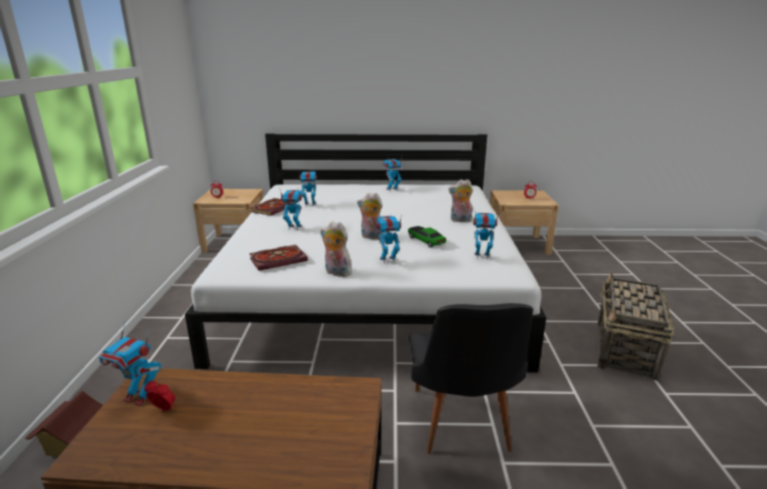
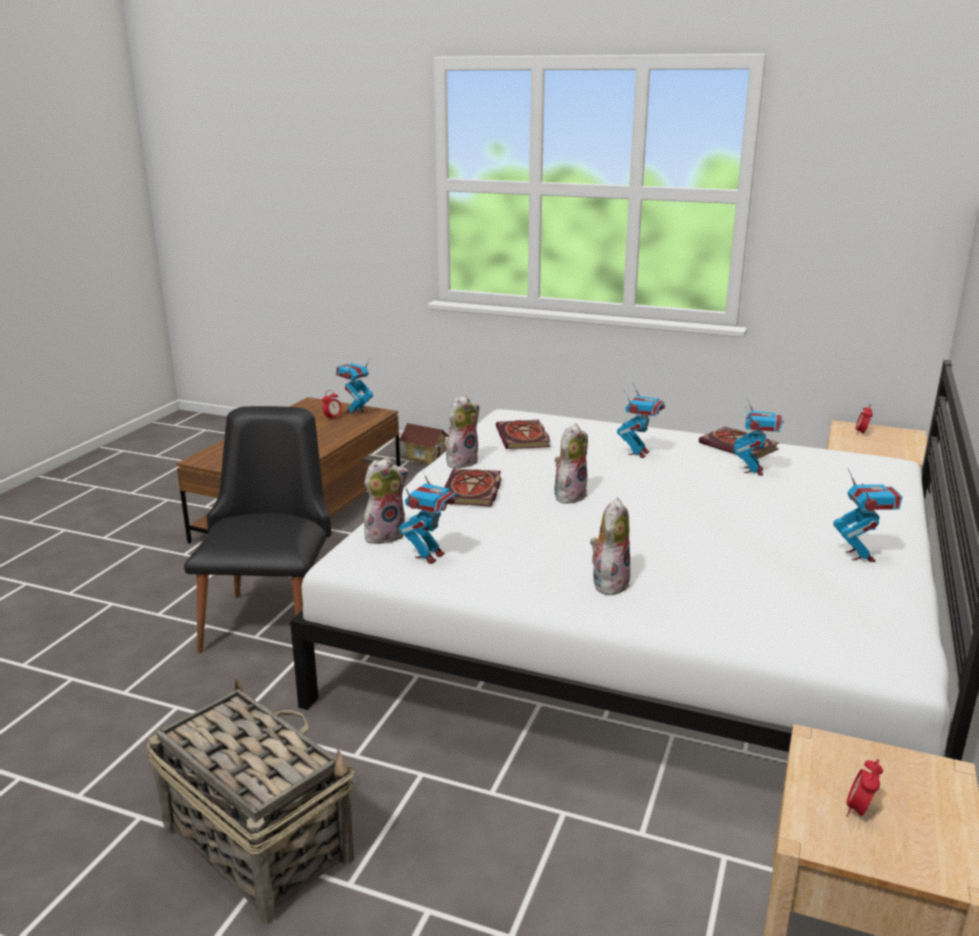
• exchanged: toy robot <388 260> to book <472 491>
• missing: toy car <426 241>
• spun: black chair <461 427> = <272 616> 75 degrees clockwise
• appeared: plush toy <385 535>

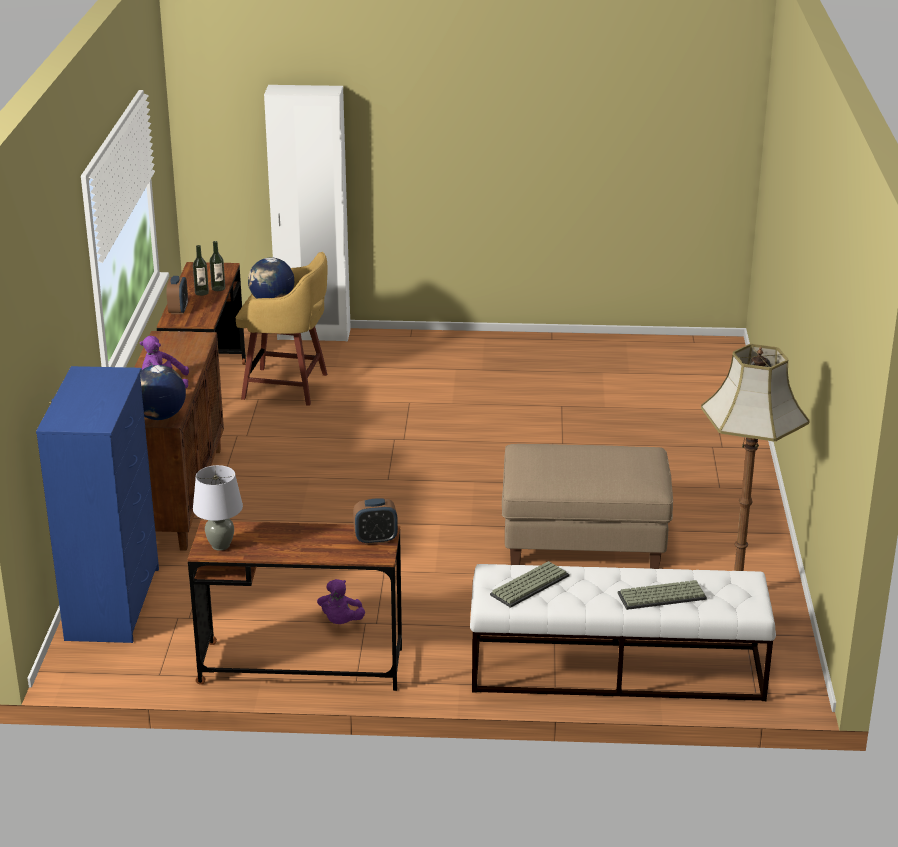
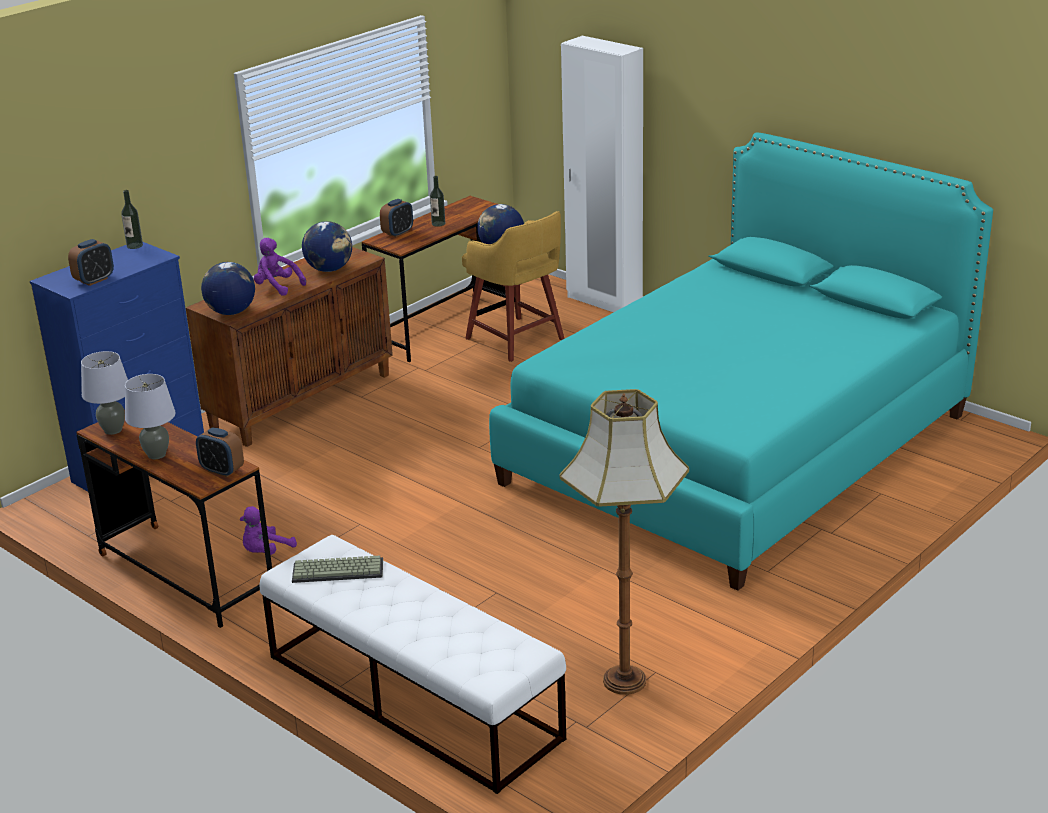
• relocated: bottle <218 288> to <134 246>
• missing: beige ottoman <584 541>
• missing: keyboard <661 597>
• appeared: turquoise bed <738 448>
• appeared: globe <329 269>
• appeared: alarm clock <94 280>
• appeared: grey table lamp <157 454>

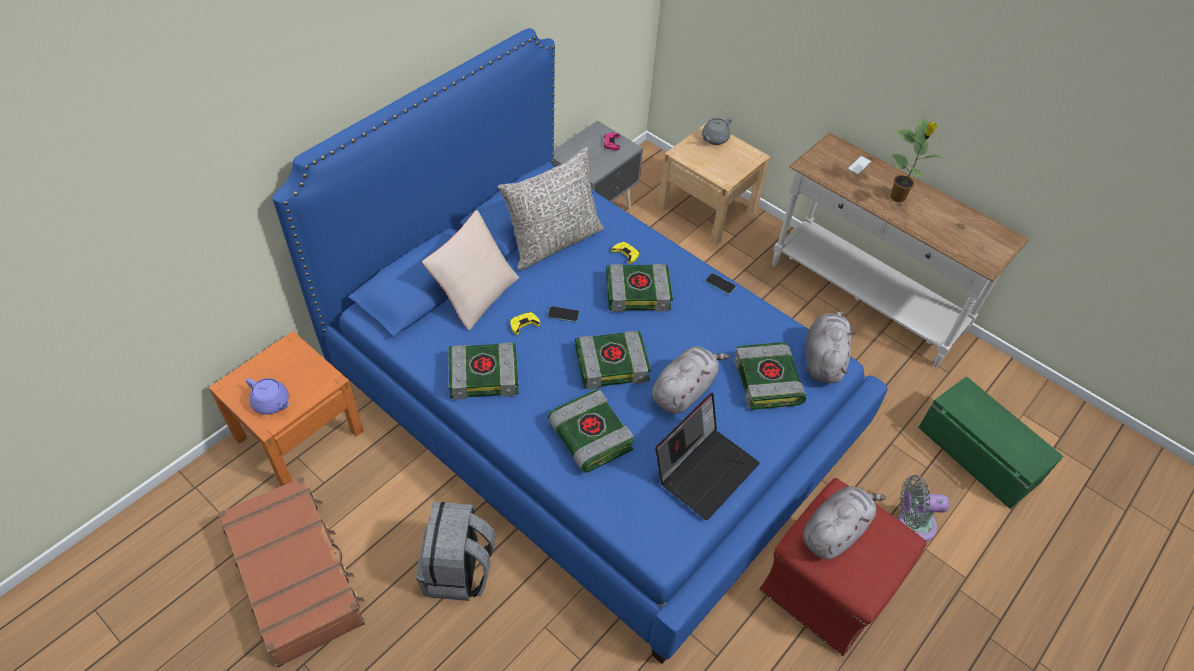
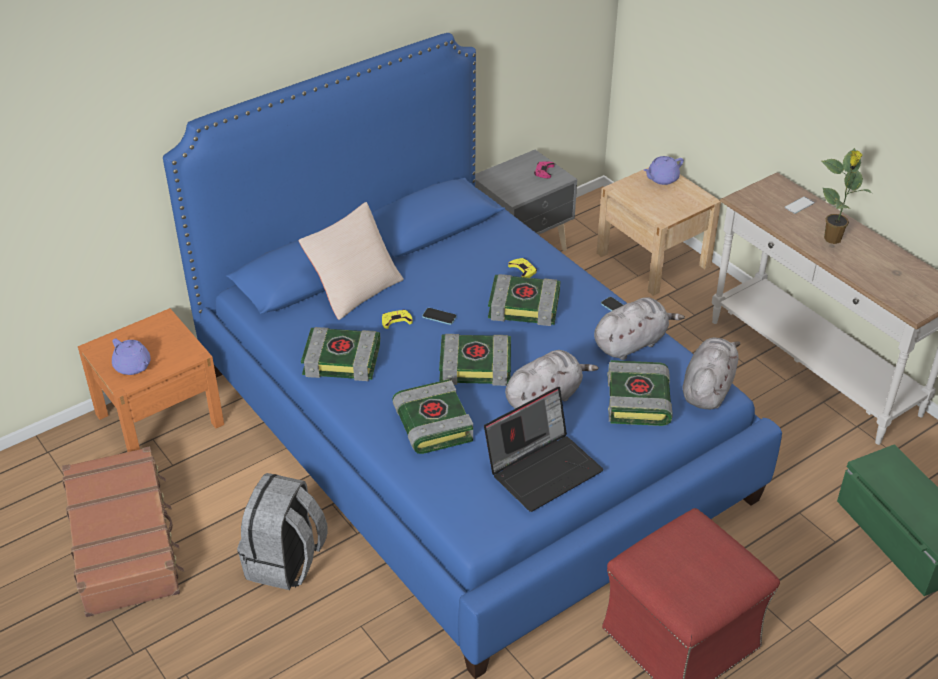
• colour: grey teapot <714 139> to purple teapot <662 179>
• missing: grey pillow <553 241>
• missing: grey fan <912 524>
• relocated: grey plush toy <835 531> to <632 343>

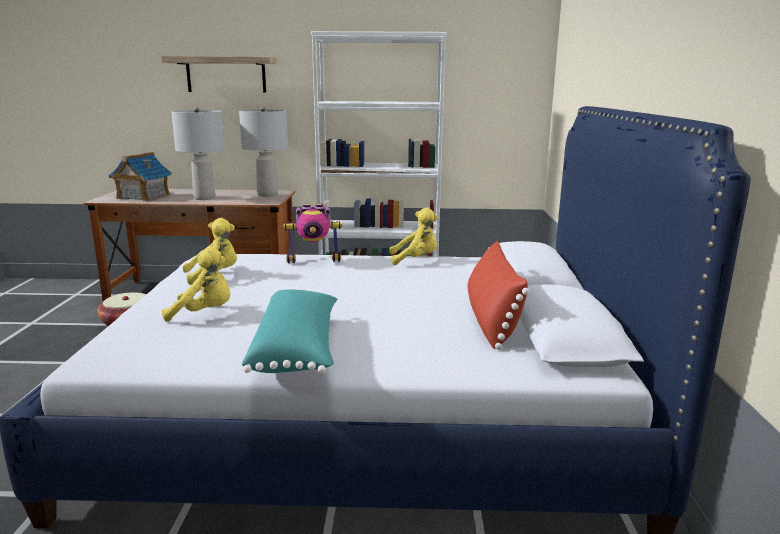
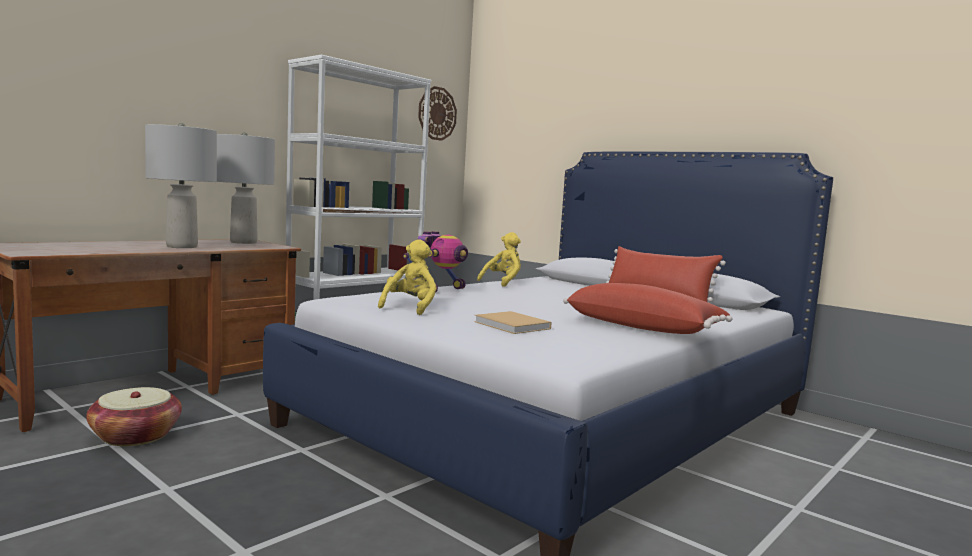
• missing: shelf <226 74>
• missing: toy house <143 196>
• exchanged: yellow plush toy <204 313> to beige book <513 326>
• colour: turquoise pillow <298 349> to red pillow <643 327>
• appeared: wall clock <437 113>

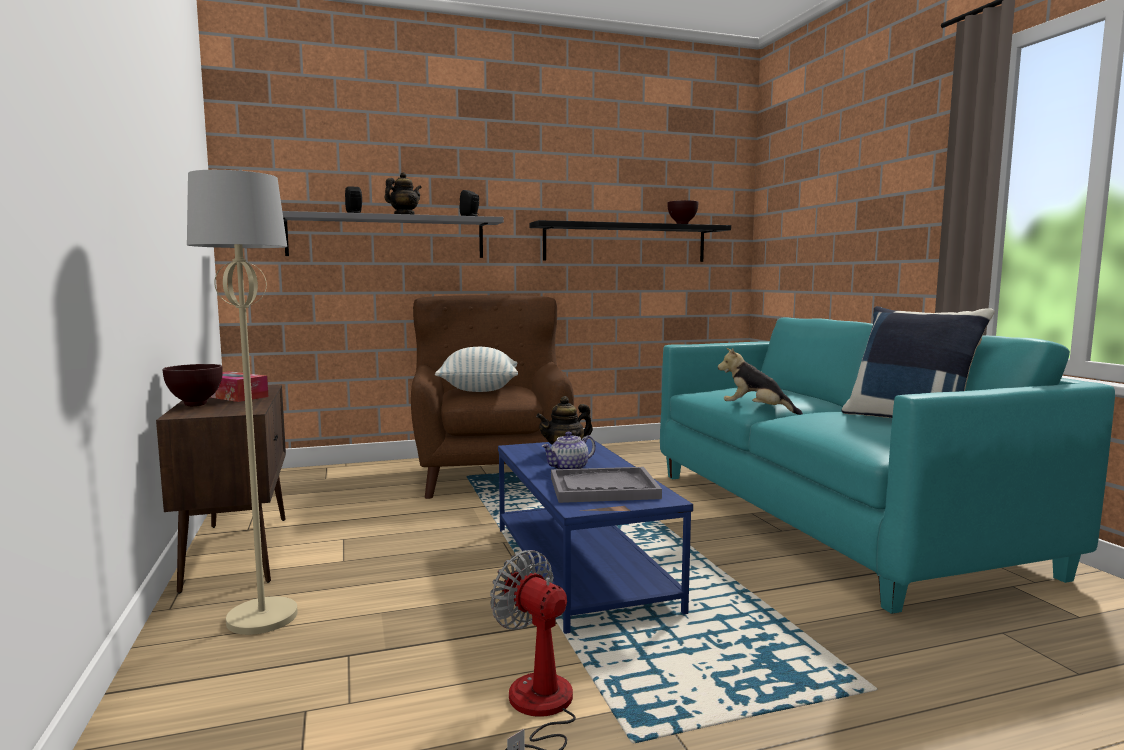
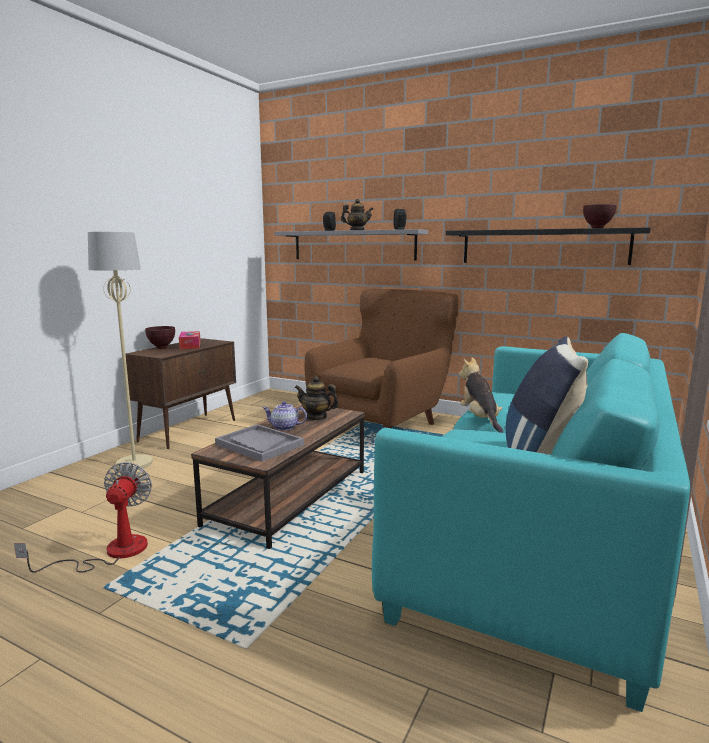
• missing: pillow <479 390>
• colour: blue coffee table <582 567> to brown coffee table <290 498>

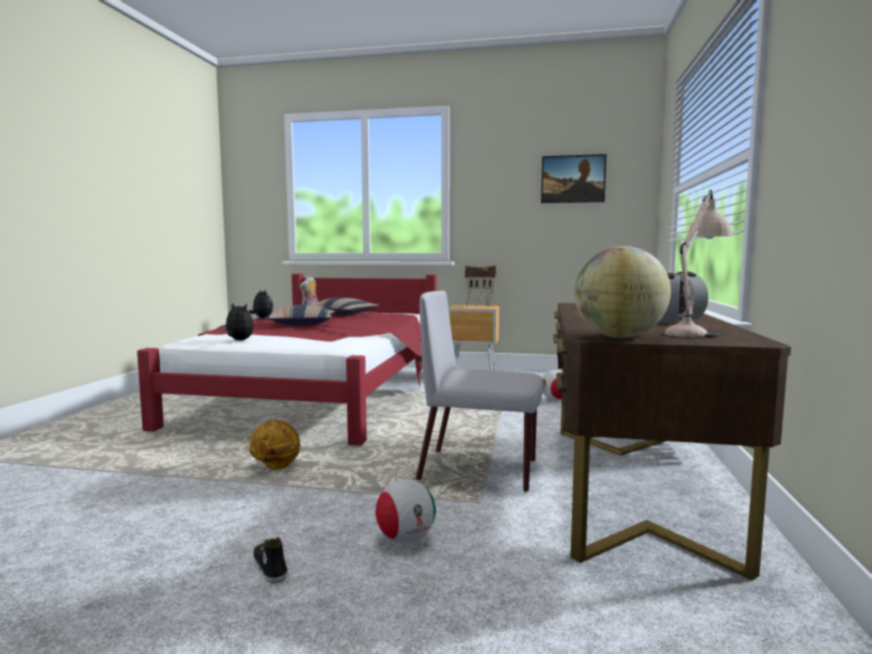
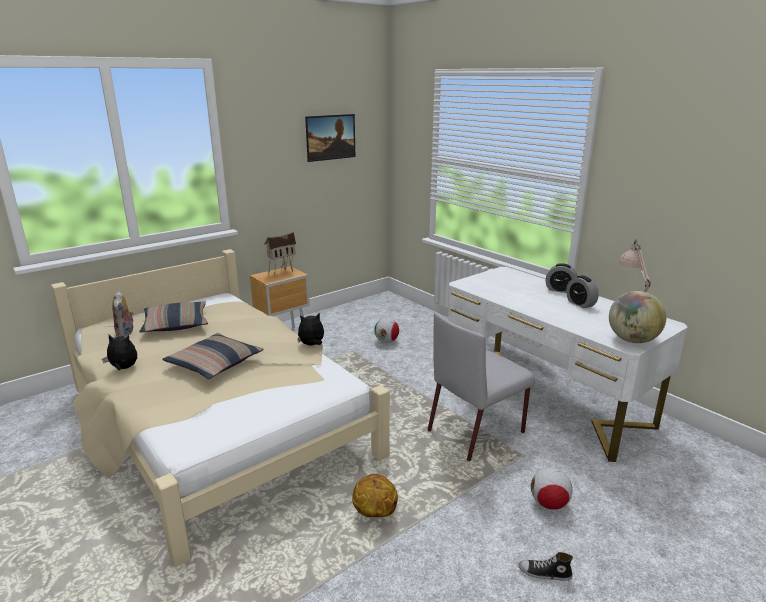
• colour: red bed <319 397> to beige bed <217 424>
• relocated: plush toy <238 340> to <312 345>
• colour: brown desk <630 484> to white desk <544 398>

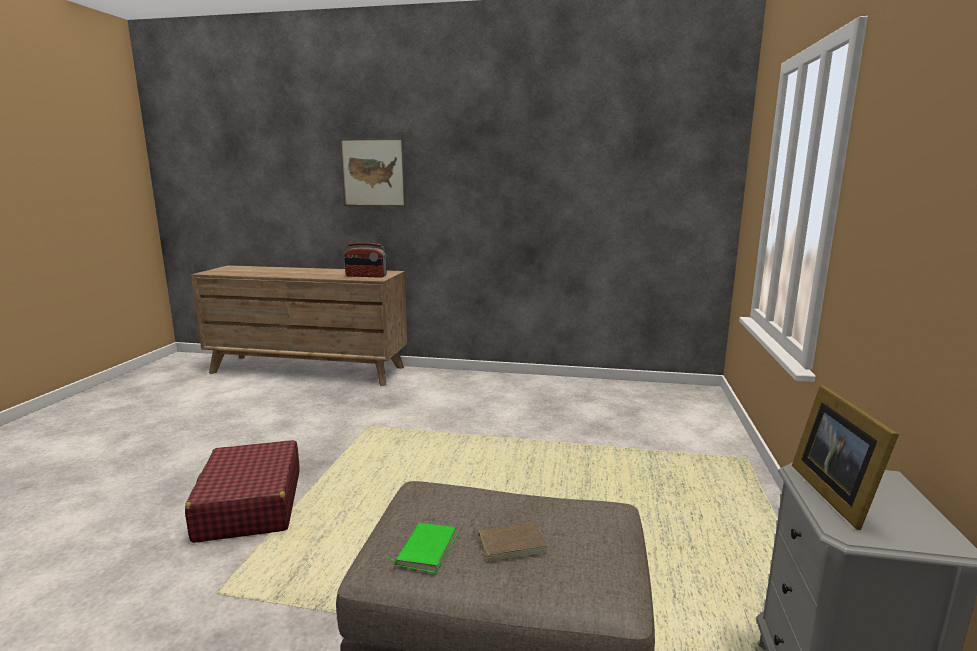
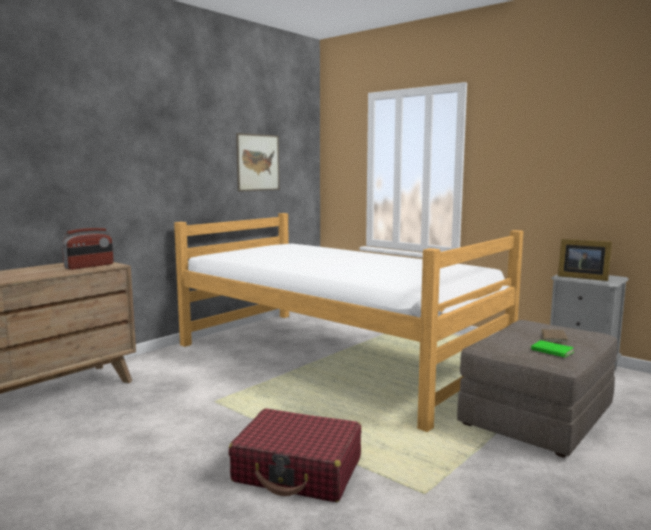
• relocated: picture <373 172> to <258 162>
• appeared: bed <335 357>

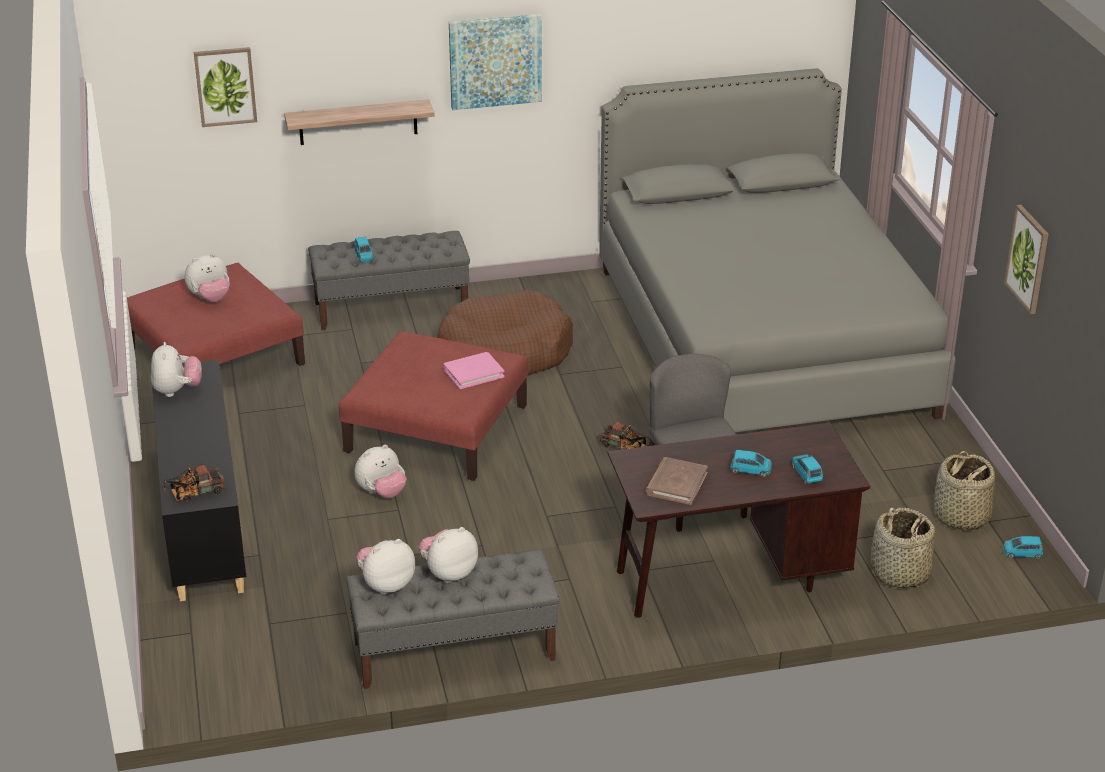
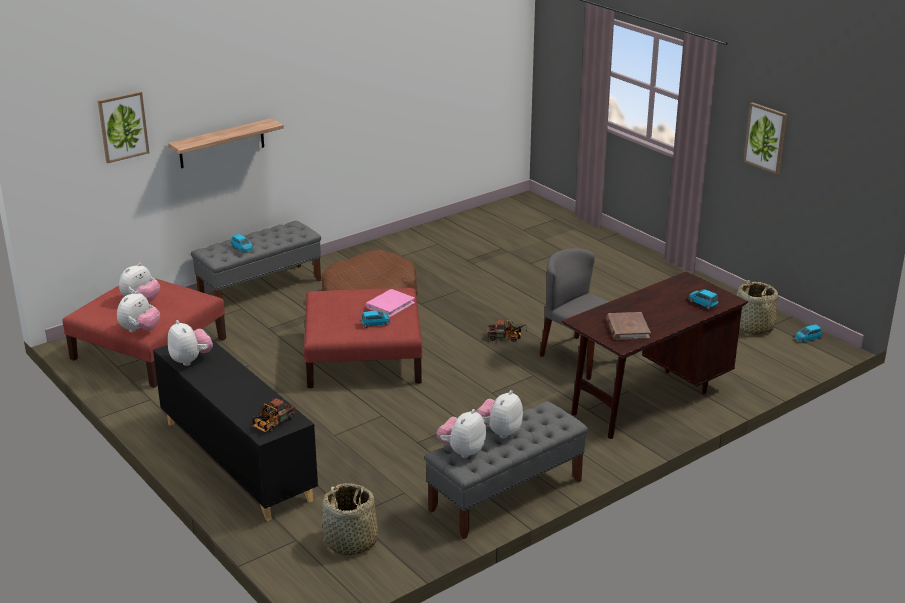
• missing: picture <495 61>
• missing: grey bed <761 340>
• relocated: plush toy <382 493> to <140 330>
• relocated: blue toy car <750 470> to <375 324>
• relocated: basket <900 574> to <351 542>

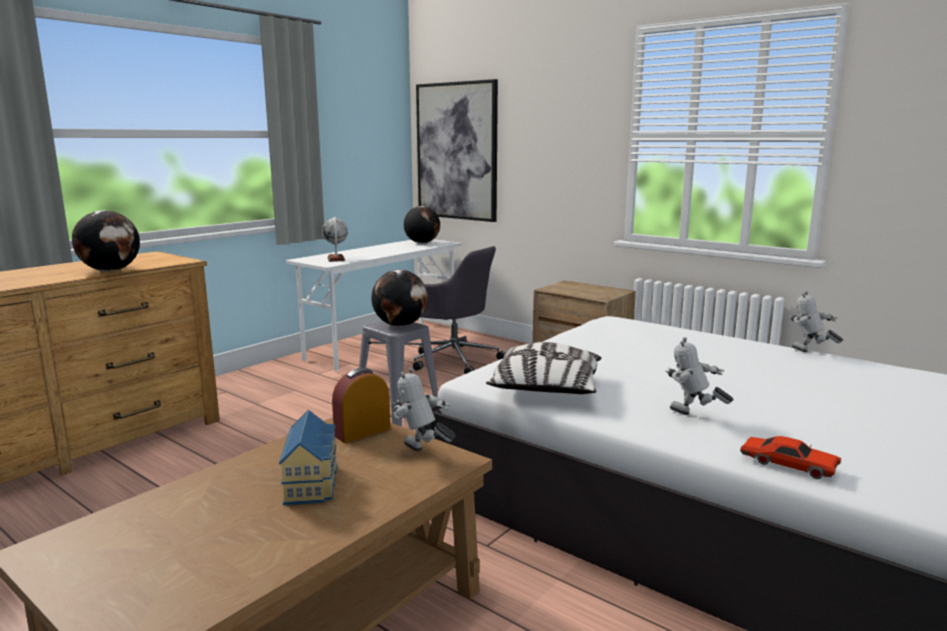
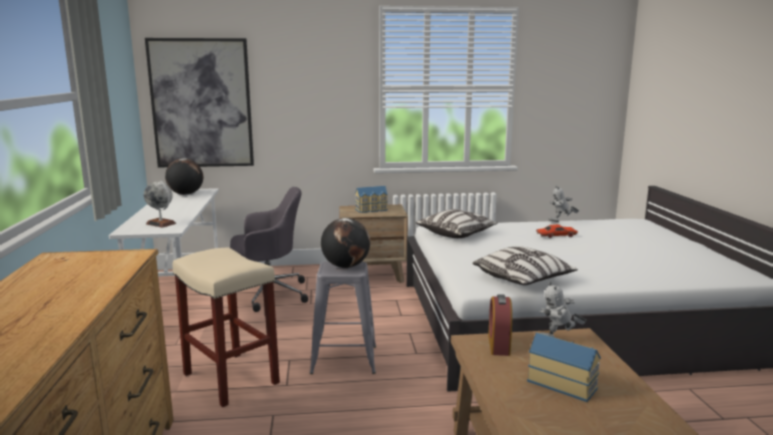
• missing: globe <111 270>
• missing: toy robot <693 417>
• relocated: red toy car <788 465> to <556 236>
• appeared: toy house <372 210>
• appeared: pillow <456 234>
• appeared: beige stool <229 378>

